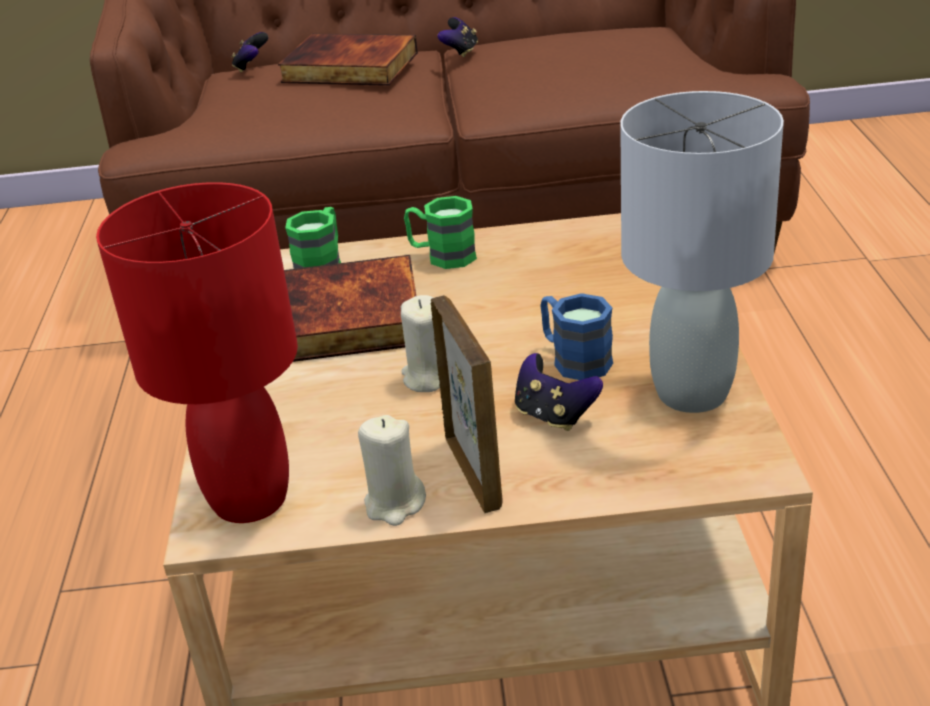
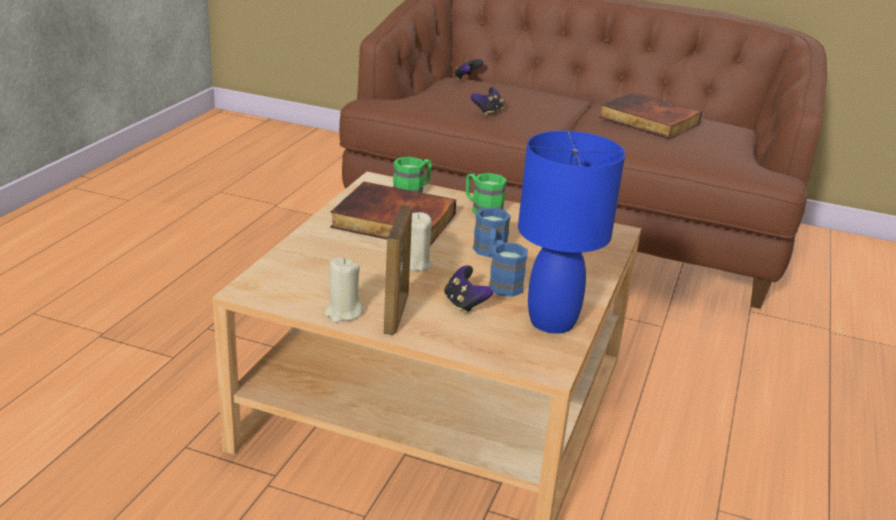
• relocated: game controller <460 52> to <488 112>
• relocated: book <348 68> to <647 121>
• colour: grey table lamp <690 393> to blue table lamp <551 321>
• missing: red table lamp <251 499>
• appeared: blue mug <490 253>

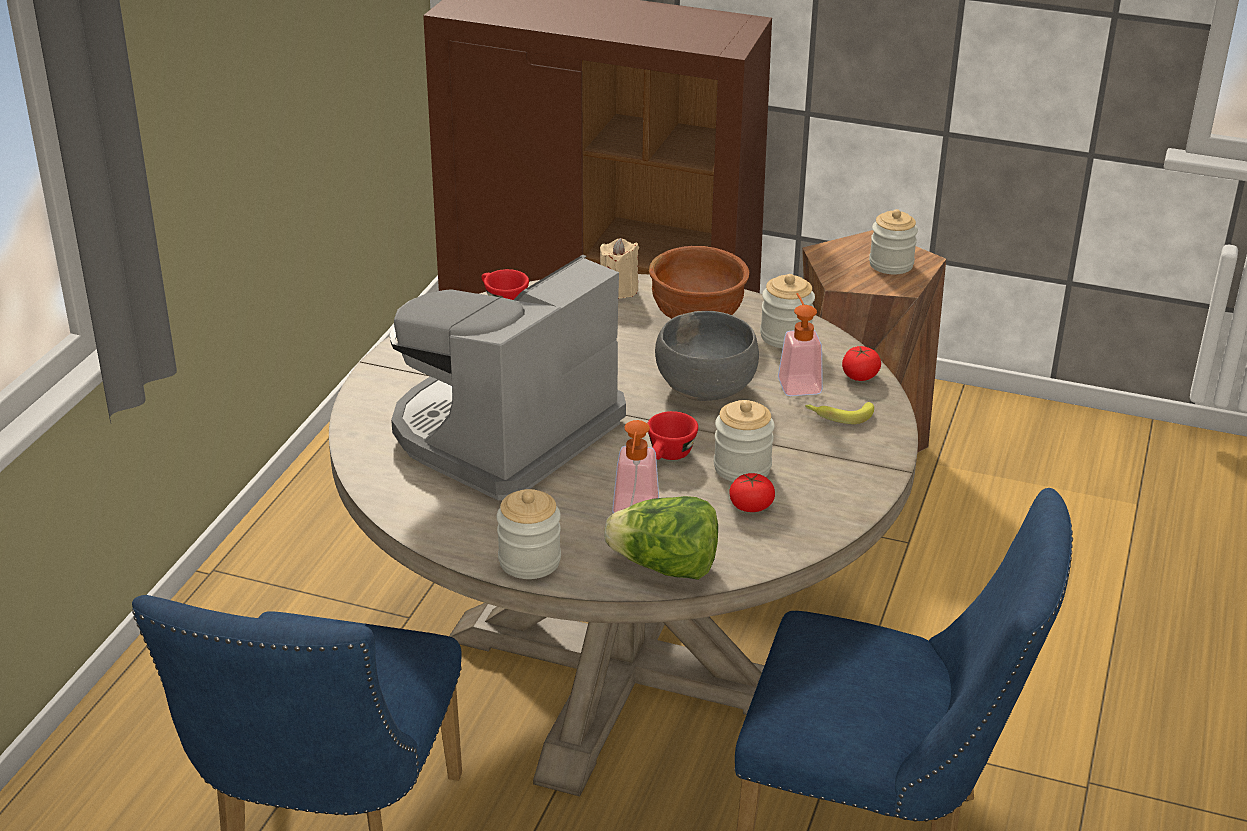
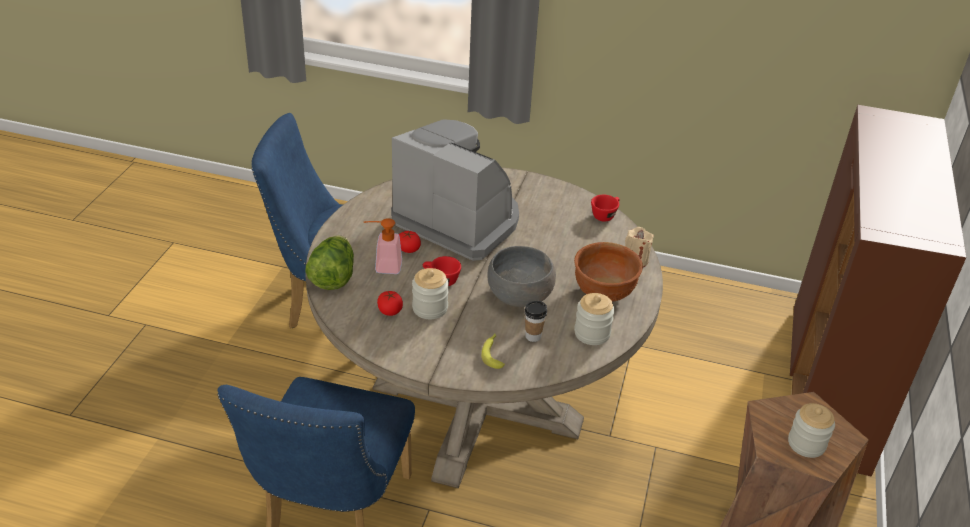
• exchanged: soap dispenser <797 381> to cup <533 336>
• relocated: tomato <859 376> to <408 249>
• missing: jar <529 561>

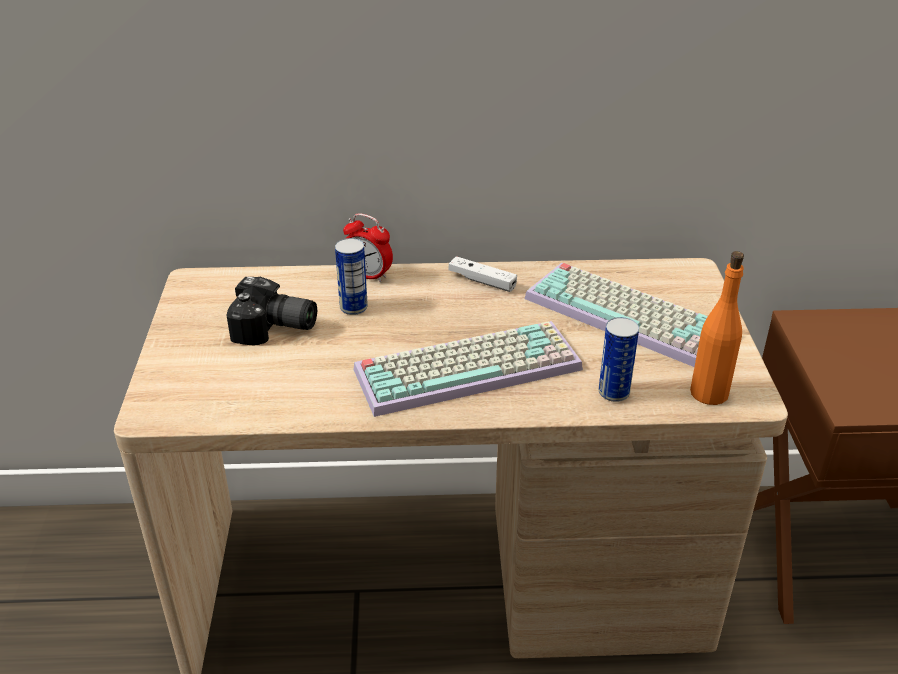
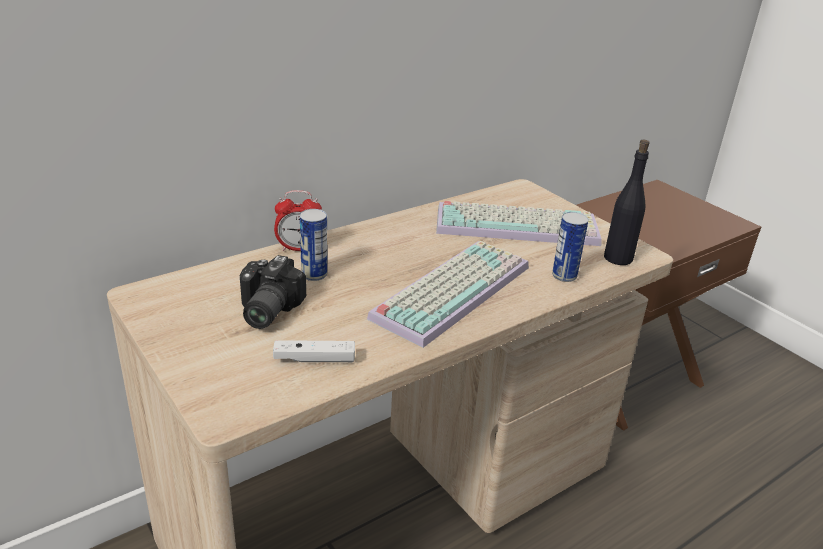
• colour: orange bottle <709 393> to black bottle <618 258>
• relocated: white game controller <482 281> to <314 359>
• spun: photo camera <274 330> = <264 310> 120 degrees clockwise

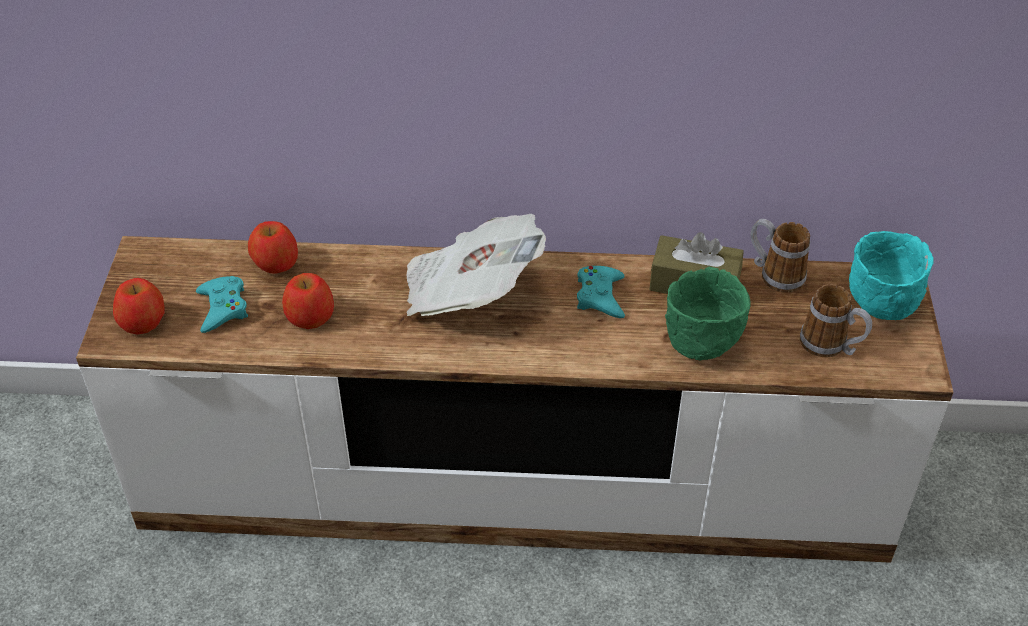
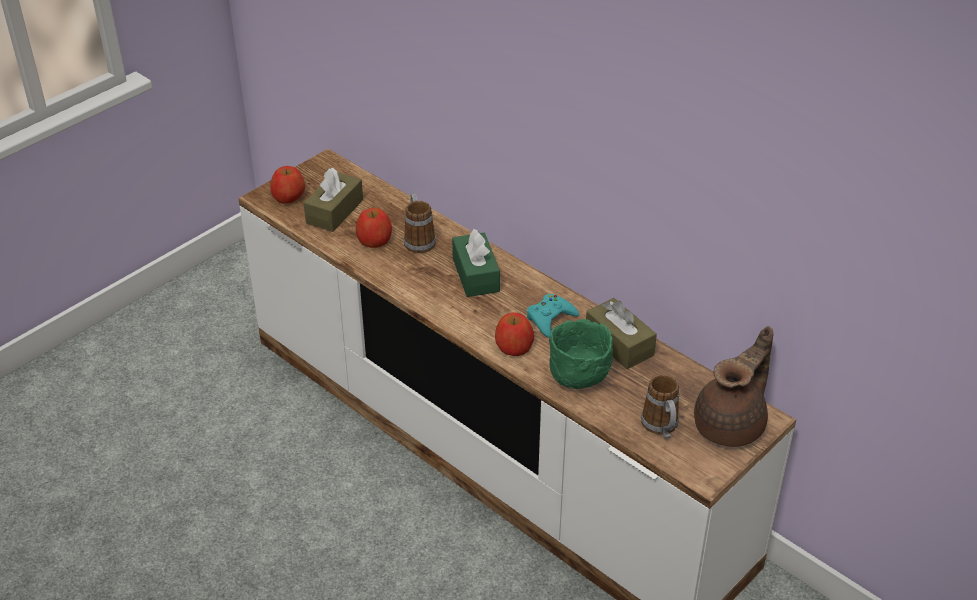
• exchanged: newspaper <469 292> to green tissue box <475 275>
• relocated: mug <774 274> to <418 239>
• relocated: apple <275 262> to <514 346>
• exchanged: turquoise bowl <882 304> to brown teapot <731 425>
• exchanged: turquoise game controller <222 308> to brown tissue box <334 211>

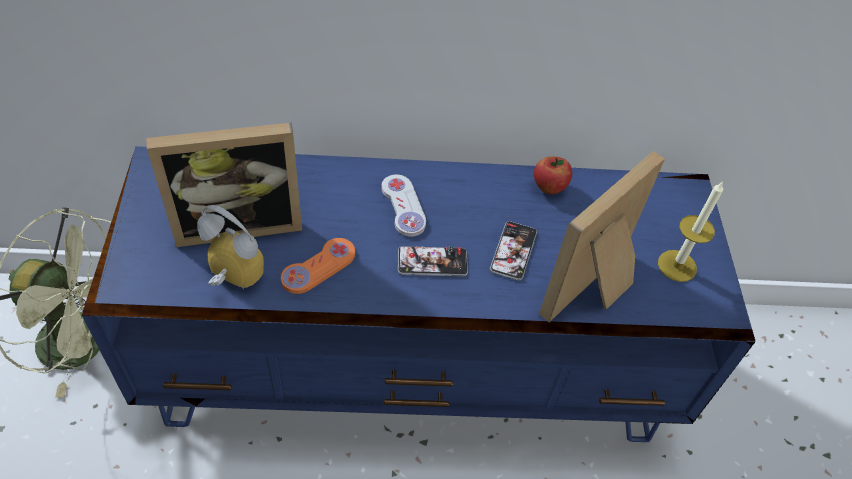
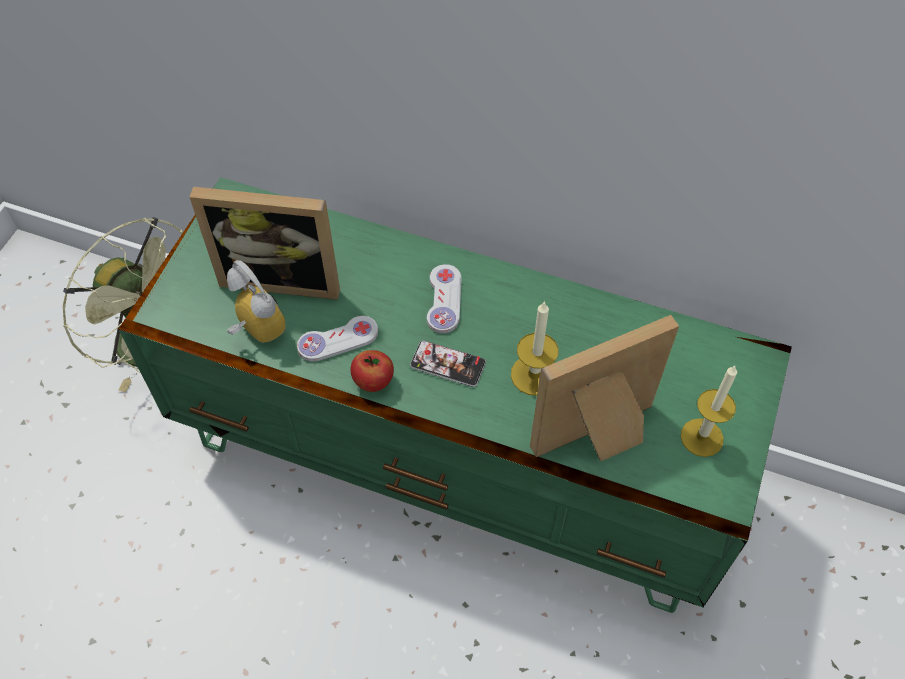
• colour: blue tv stand <413 371> to green tv stand <454 463>
• relocated: apple <549 187> to <373 381>
• exchanged: phone <513 251> to candle <534 375>
• colour: orange game controller <318 267> to white game controller <338 340>

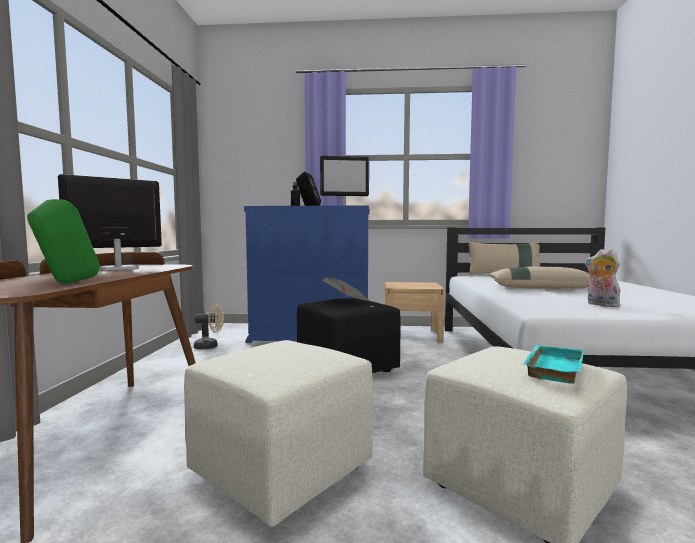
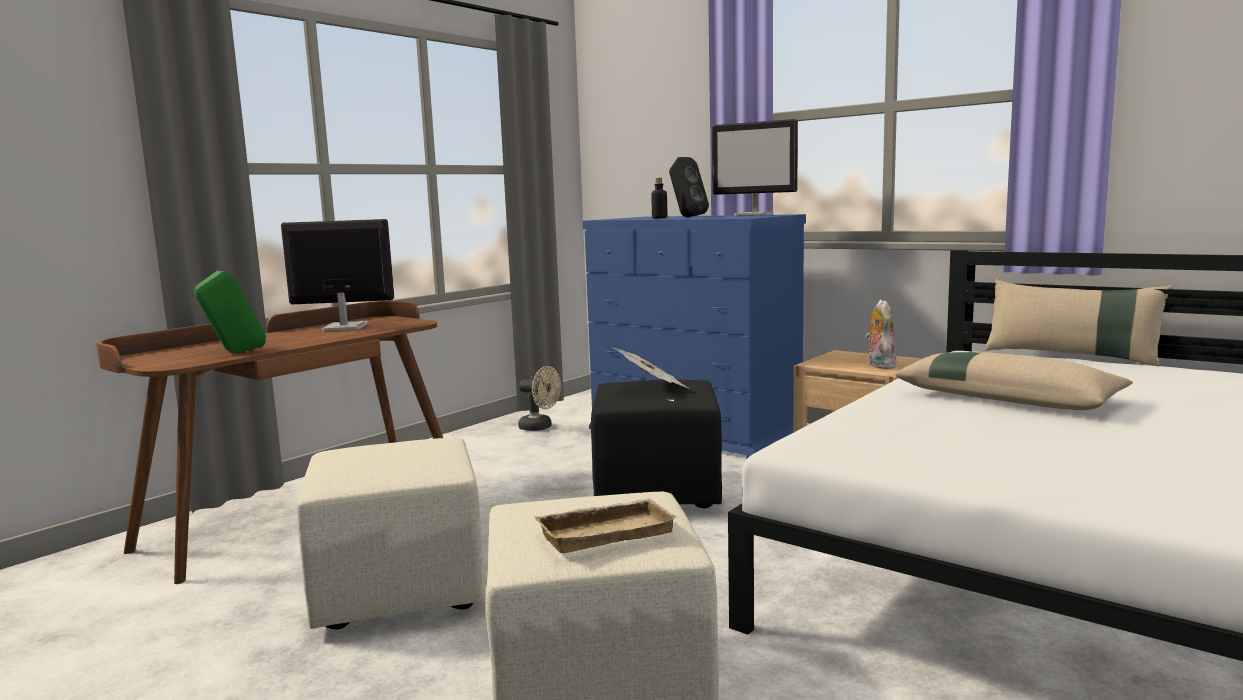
• relocated: plush toy <601 305> to <879 365>
• colour: turquoise tray <551 368> to beige tray <606 532>

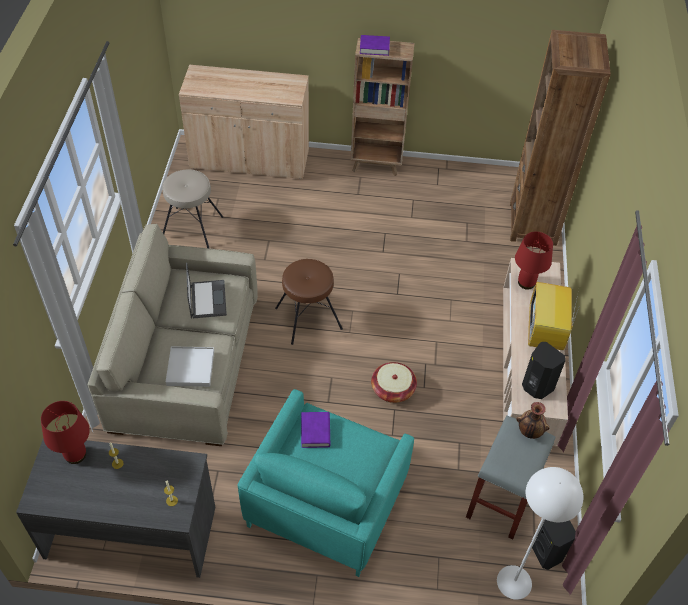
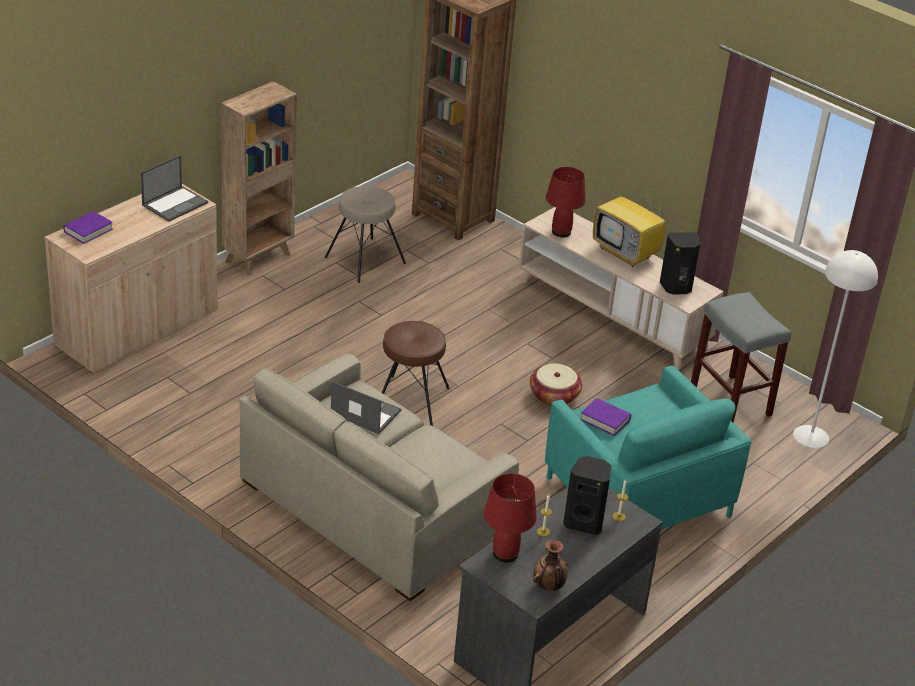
• relocated: purple book <374 47> to <88 230>
• relocated: beige stool <192 227> to <364 259>
• missing: white tray <190 368>
• relocated: vase <529 431> to <548 586>
• relocated: black speaker <548 553> to <584 522>
• appeared: laptop <175 204>

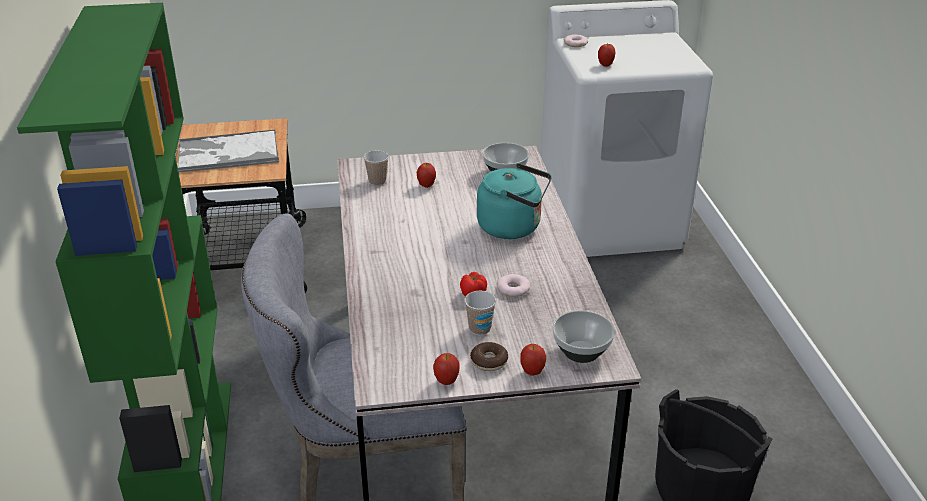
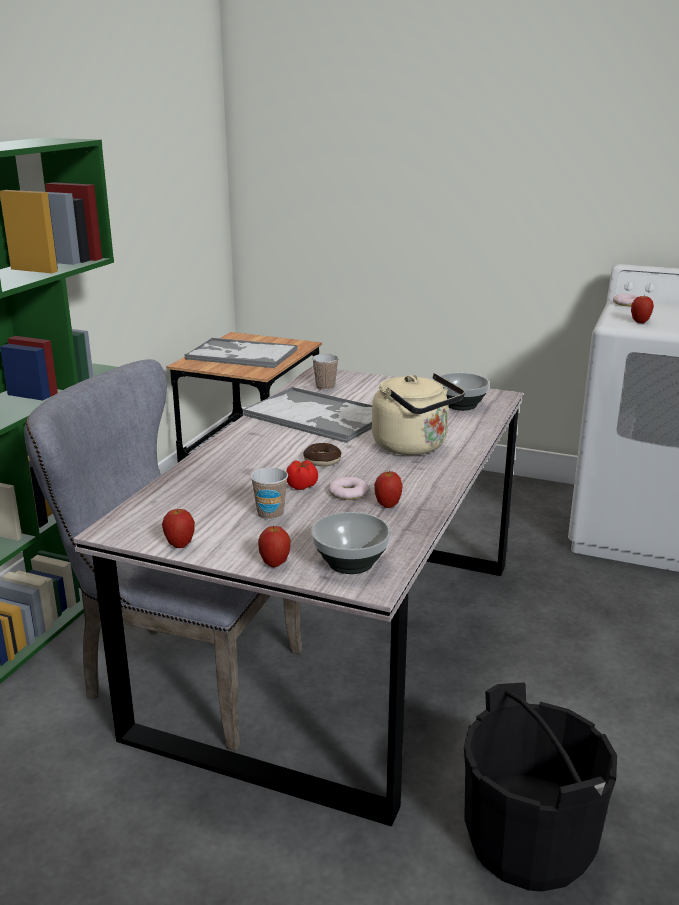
• relocated: apple <426 186> to <388 505>
• colour: turquoise kettle <513 227> to beige kettle <414 446>
• relocated: donut <489 361> to <322 460>
• appeared: tray <319 416>

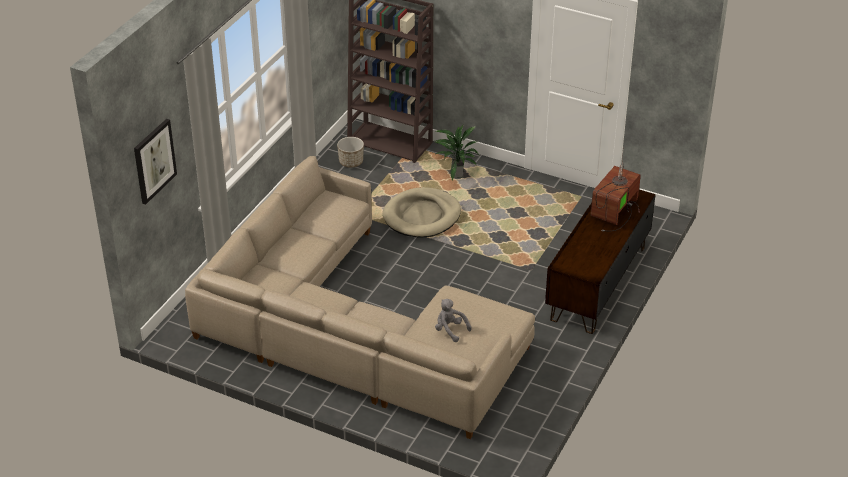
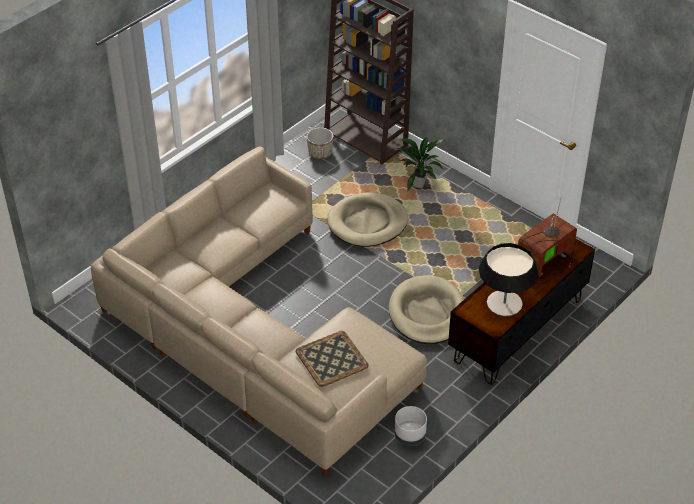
• missing: picture <154 161>
• exchanged: grey plush toy <450 330> to tray <332 358>
• appeared: table lamp <504 303>
• appeared: beige dog bed <427 313>
• appeared: grey planter <409 436>

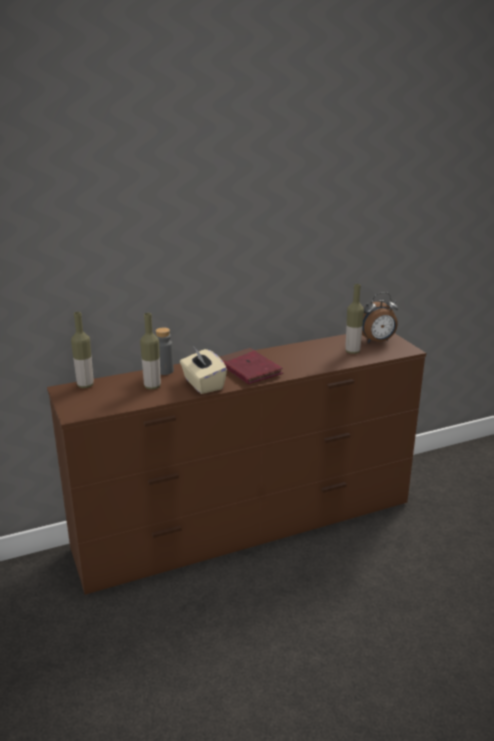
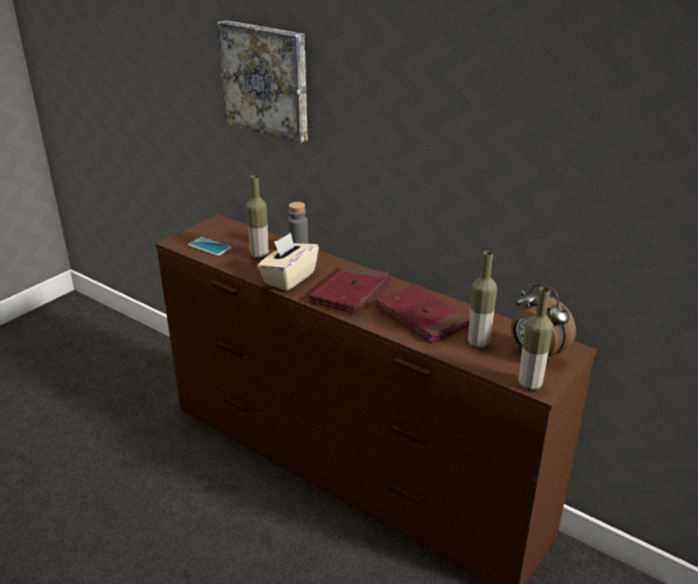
• relocated: bottle <85 385> to <529 385>
• appeared: picture <266 80>
• appeared: phone <209 247>
• appeared: red book <422 317>

